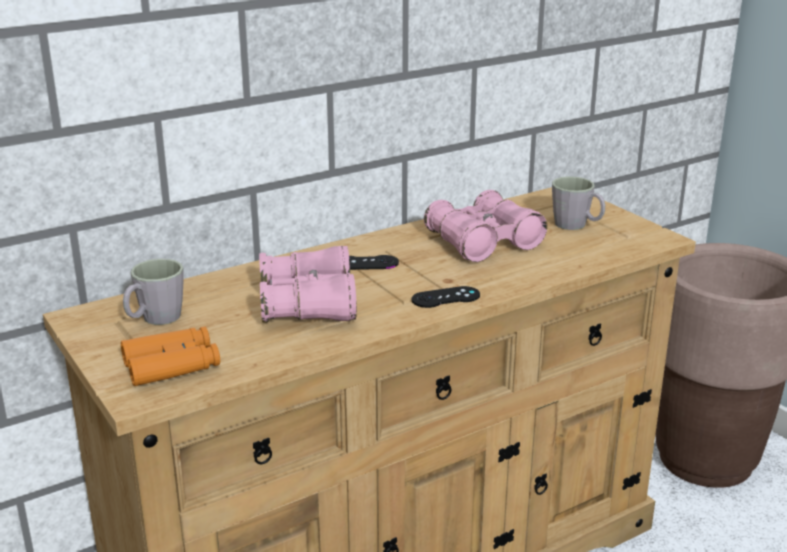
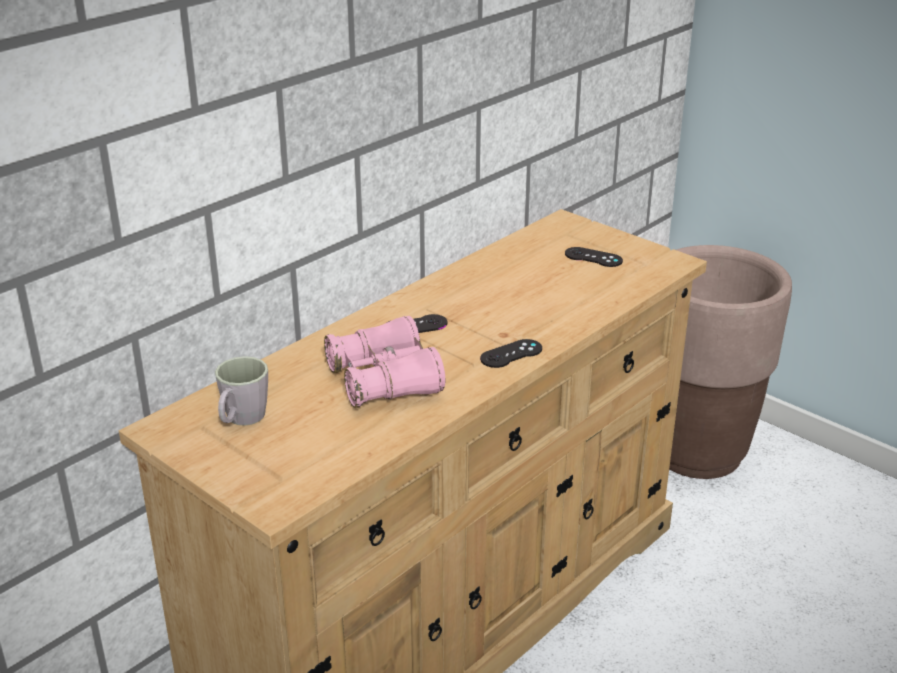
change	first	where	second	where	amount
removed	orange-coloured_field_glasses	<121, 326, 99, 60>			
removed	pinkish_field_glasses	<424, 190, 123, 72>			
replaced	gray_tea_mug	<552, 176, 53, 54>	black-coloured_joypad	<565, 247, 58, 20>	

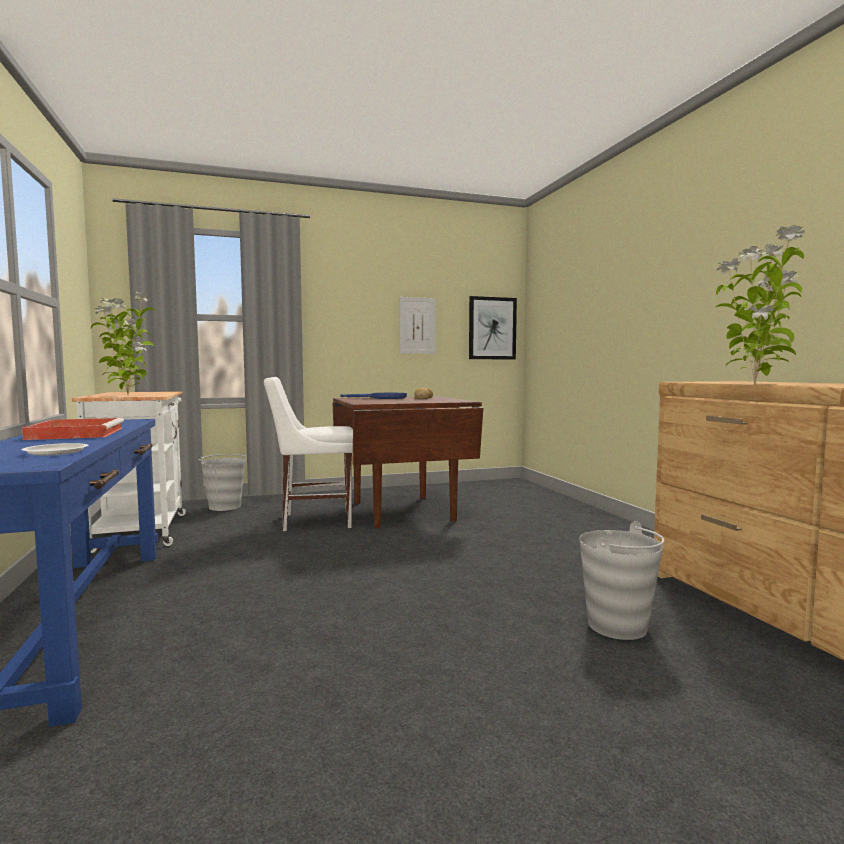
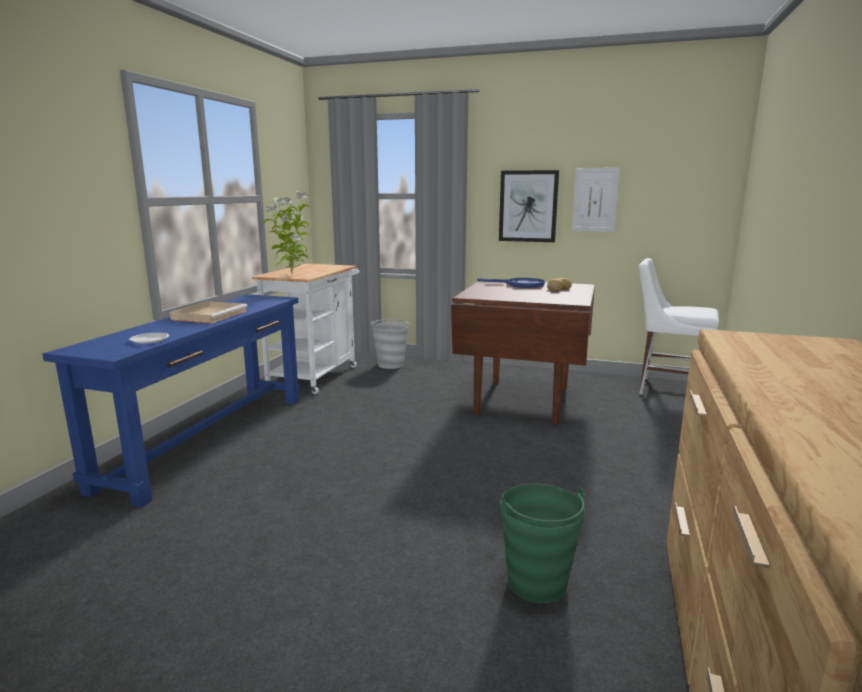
change	first	where	second	where	amount
removed	potted_plant	<715, 225, 90, 159>			
moved	whitish_chair	<264, 377, 89, 154>		<639, 258, 80, 137>	
moved	wall_art	<469, 296, 48, 64>		<499, 170, 60, 72>	
recoloured	reddish_carrying_tray	<22, 418, 102, 22>	sand-coloured_carrying_tray	<170, 301, 78, 22>	
recoloured	gray_bucket	<579, 521, 86, 119>	green-coloured_bucket	<499, 484, 87, 119>	

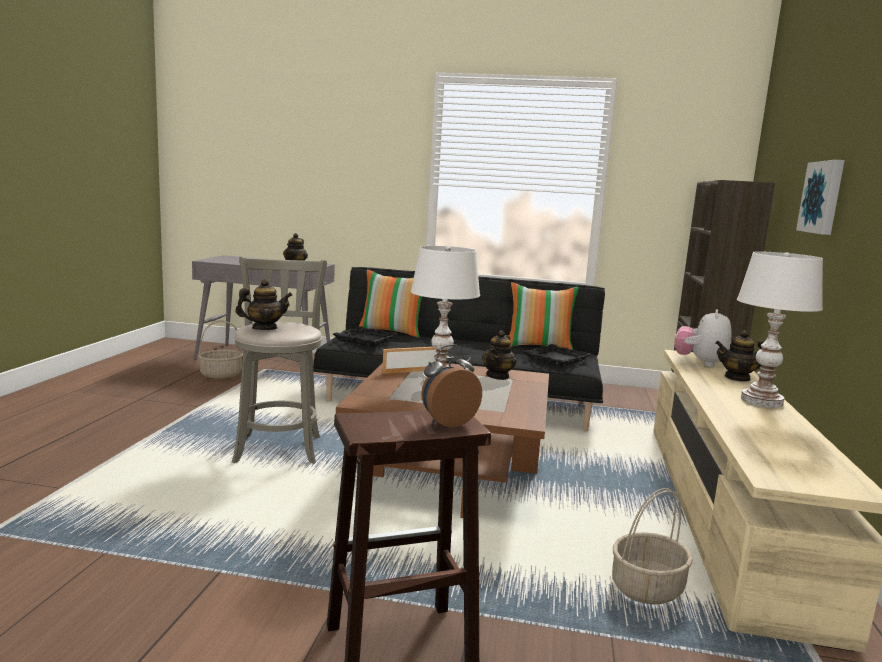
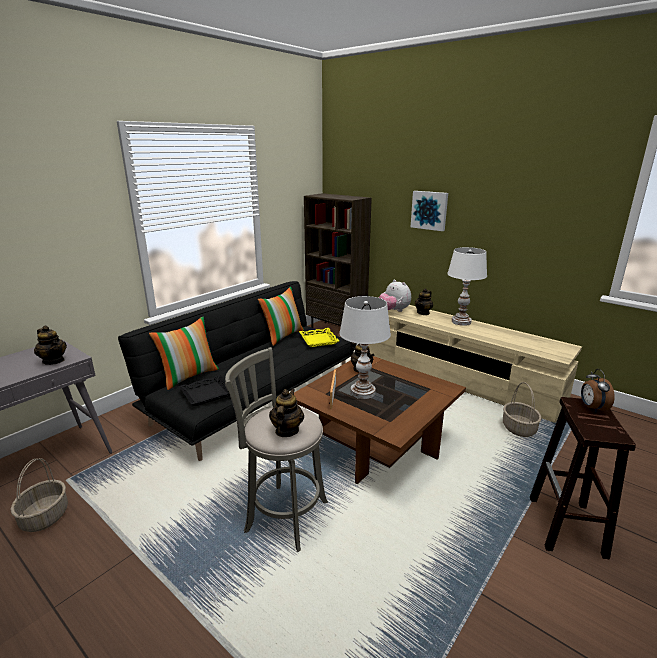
change	first	where	second	where	amount
recoloured	black-coloured_carrying_tray	<523, 344, 68, 23>	yellow_carrying_tray	<299, 328, 40, 19>	

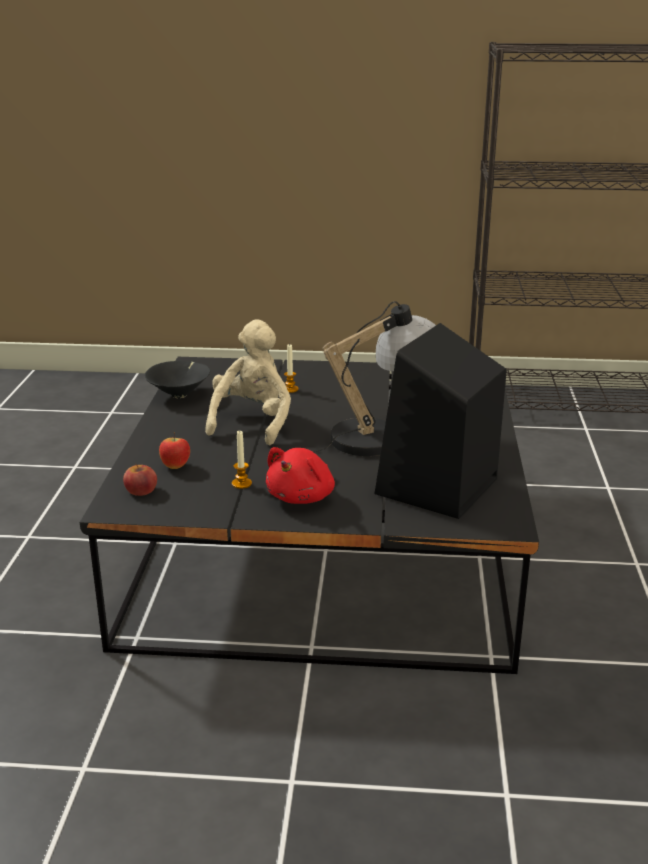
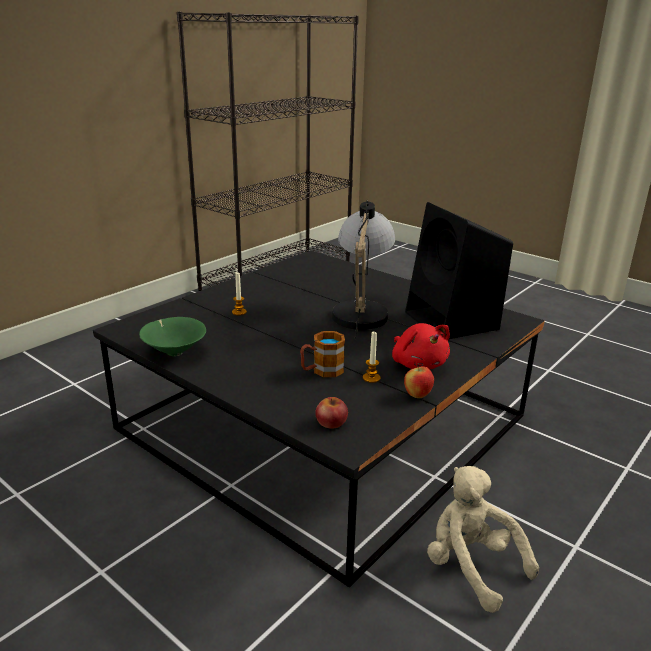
change	first	where	second	where	amount
added			tea_mug	<300, 331, 45, 46>	
moved	apple	<159, 432, 31, 37>		<404, 363, 30, 35>	
moved	sand-coloured_plush_toy	<205, 319, 86, 126>		<427, 466, 112, 147>	
recoloured	black-coloured_deep_dish	<145, 361, 65, 37>	green-coloured_deep_dish	<139, 317, 67, 39>	

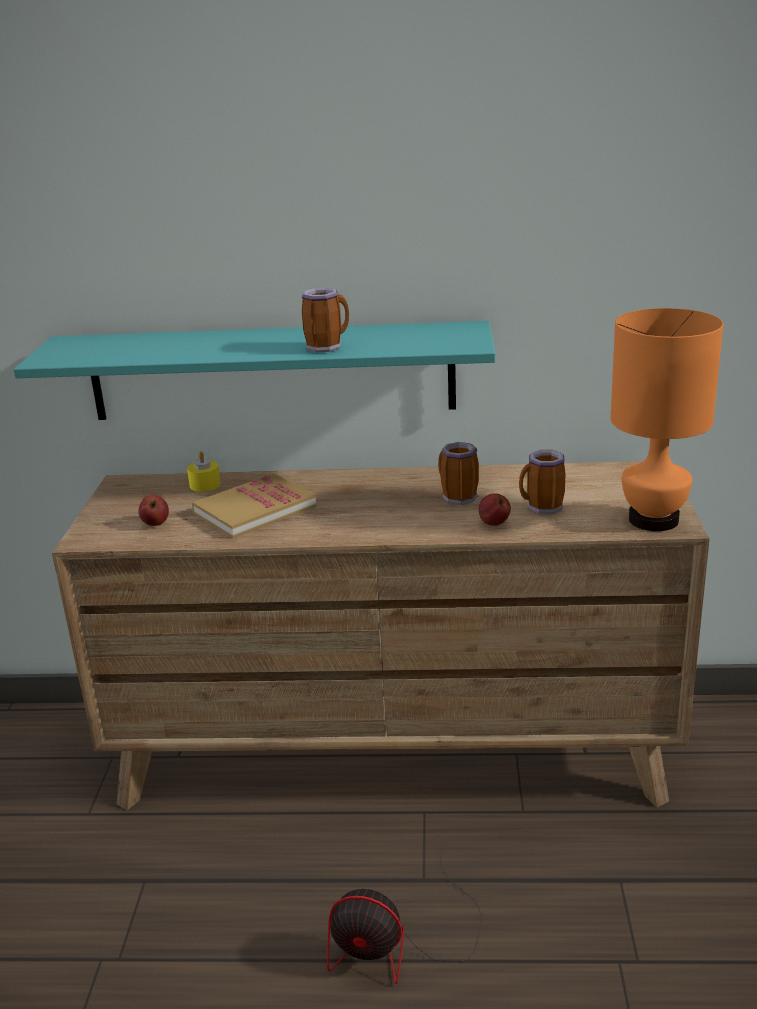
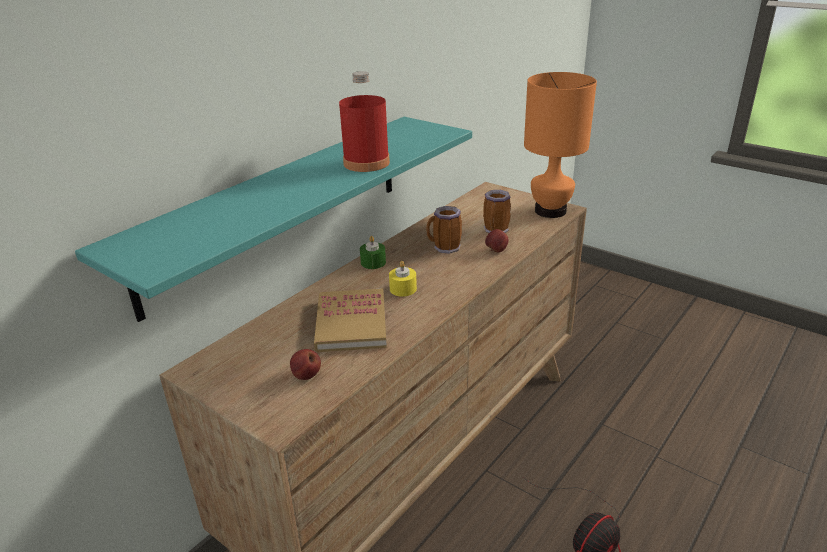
change	first	where	second	where	amount
added			green-coloured_candle	<360, 236, 26, 33>	
moved	yellow_candle	<187, 451, 34, 41>		<389, 261, 28, 36>	
replaced	tea_mug	<302, 288, 47, 64>	reddish_bottle	<339, 71, 51, 101>	

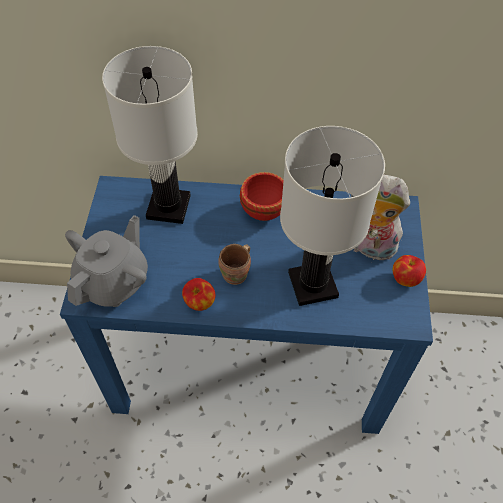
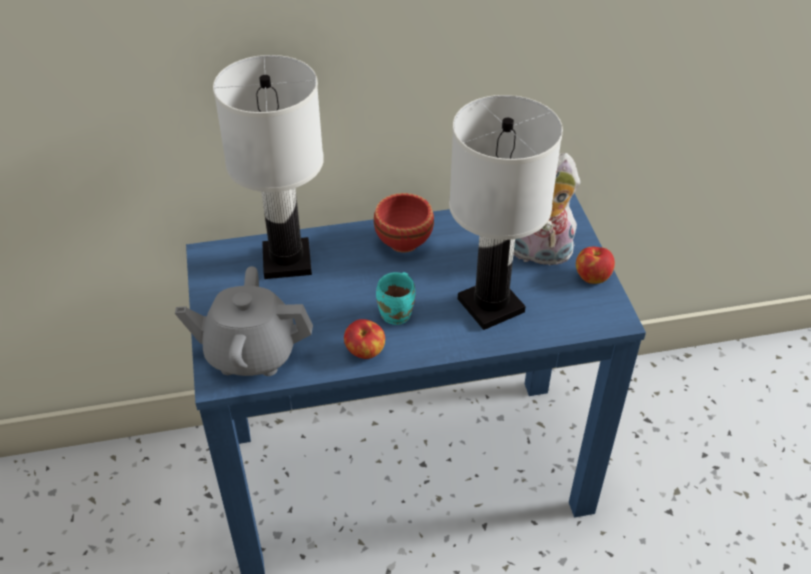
change	first	where	second	where	amount
recoloured	brownish_tea_mug	<218, 244, 33, 41>	blue-green_tea_mug	<376, 272, 40, 53>	
turned	gray_pot_for_tea	<65, 215, 83, 92>		<175, 266, 138, 110>	105 degrees counterclockwise

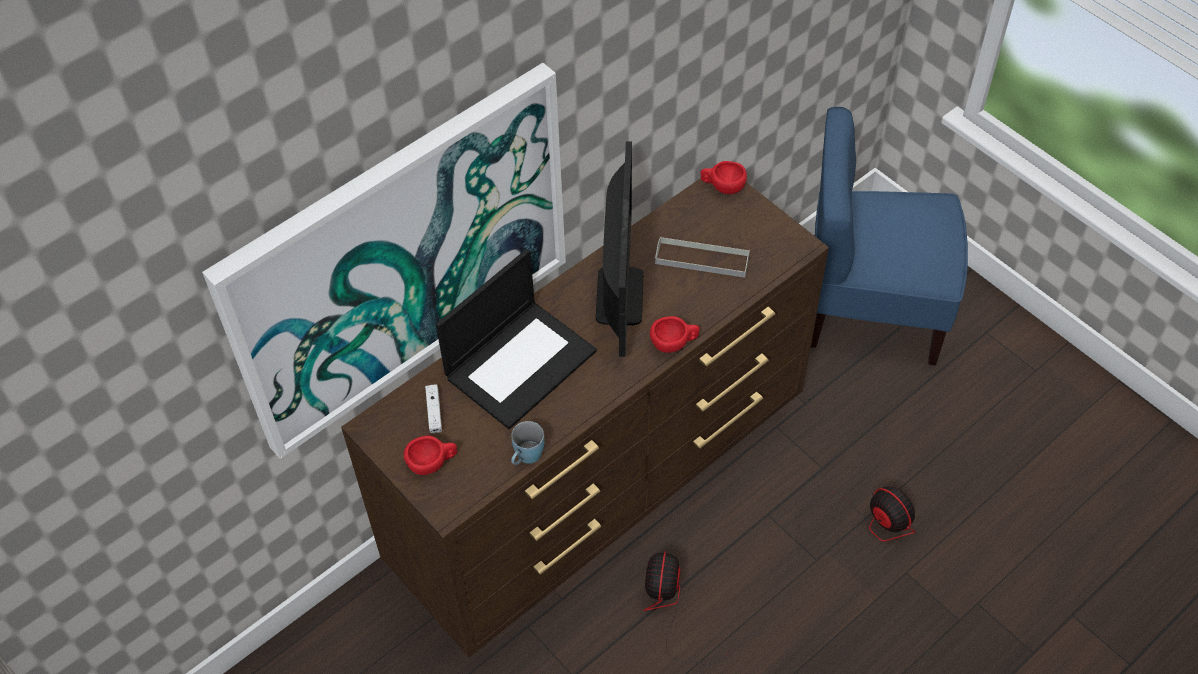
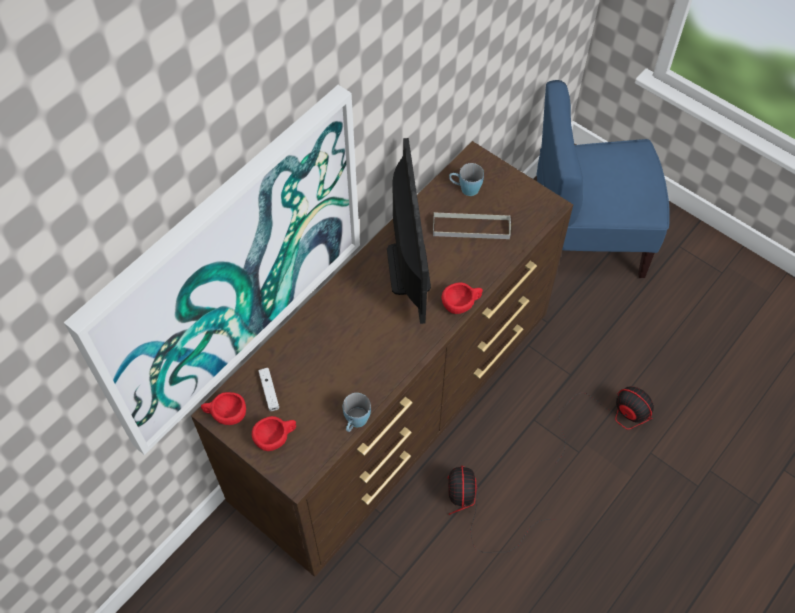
change	first	where	second	where	amount
removed	notebook_computer	<436, 249, 160, 180>			
added			bluish_tea_mug	<449, 163, 35, 33>	
moved	reddish_drinking_cup	<700, 161, 47, 33>		<201, 392, 45, 33>	

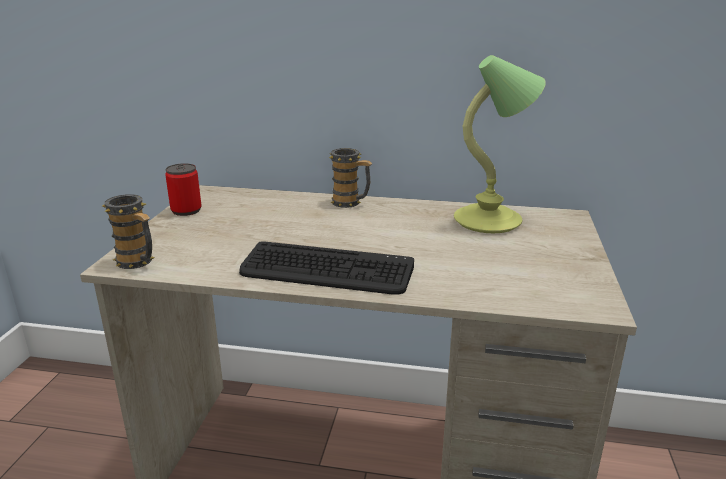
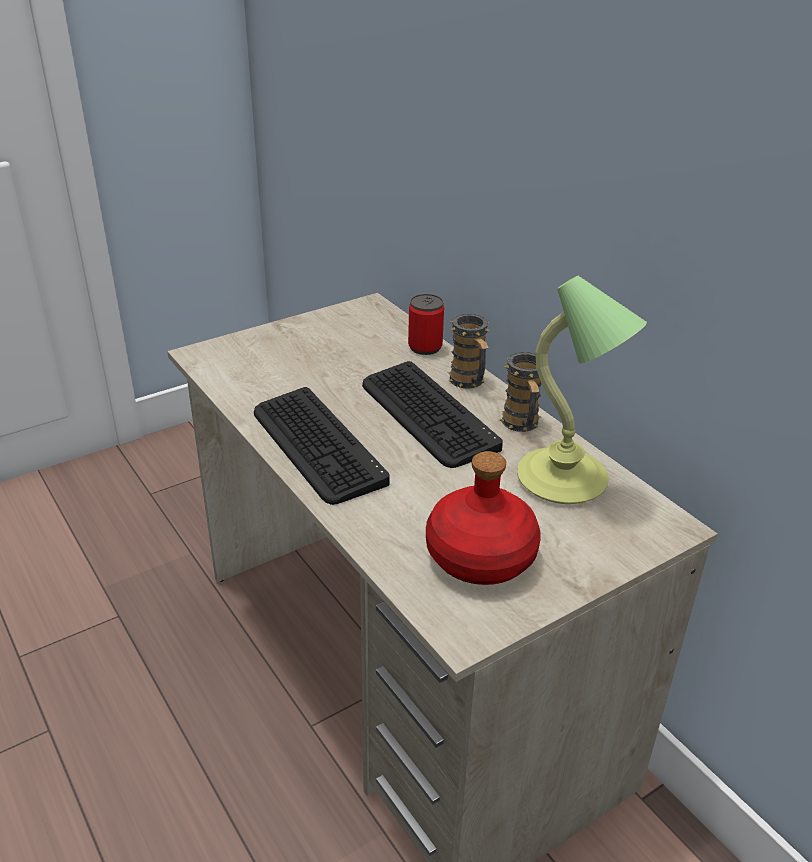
change	first	where	second	where	amount
added			keyboard	<362, 361, 141, 107>	
added			reddish_bottle	<426, 451, 115, 134>	
moved	tea_mug	<102, 194, 53, 75>		<499, 352, 42, 80>	
moved	sealed_can	<165, 163, 37, 53>		<408, 294, 36, 61>	

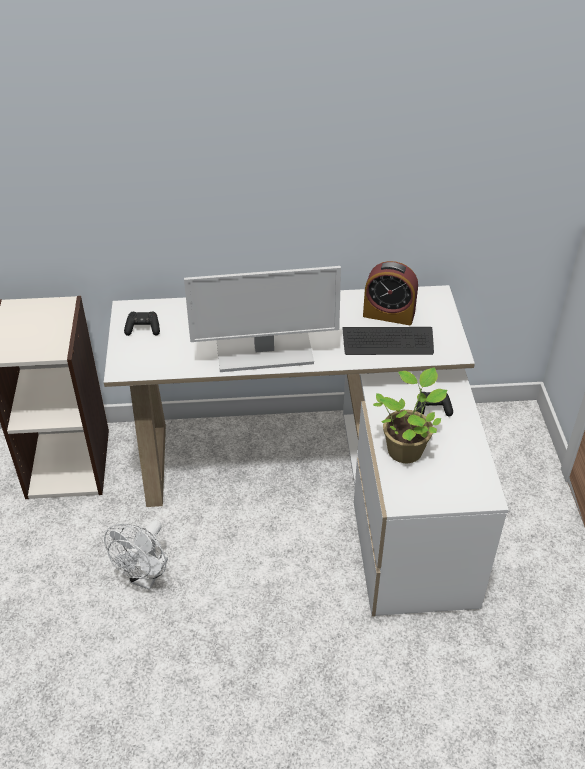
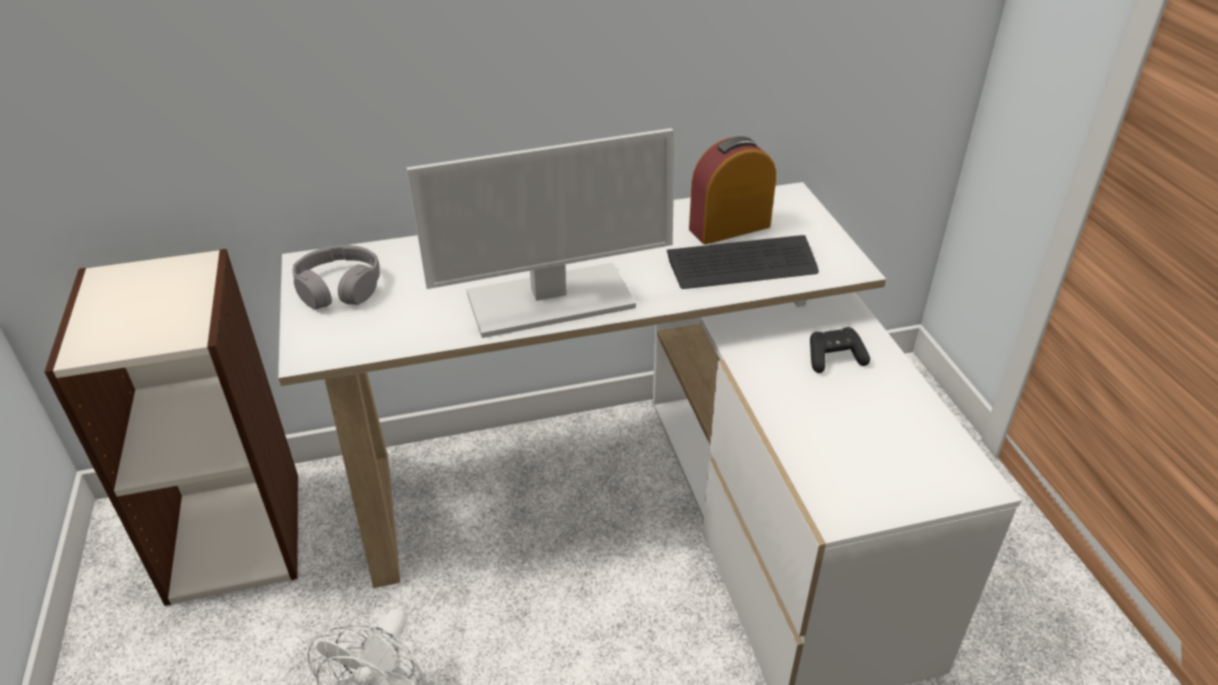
change	first	where	second	where	amount
removed	potted_plant	<373, 367, 74, 96>			
replaced	black-coloured_joypad	<124, 312, 36, 24>	gray_pair_of_headphones	<292, 245, 88, 64>	
turned	alarm_clock	<363, 261, 55, 64>		<689, 136, 87, 108>	150 degrees clockwise

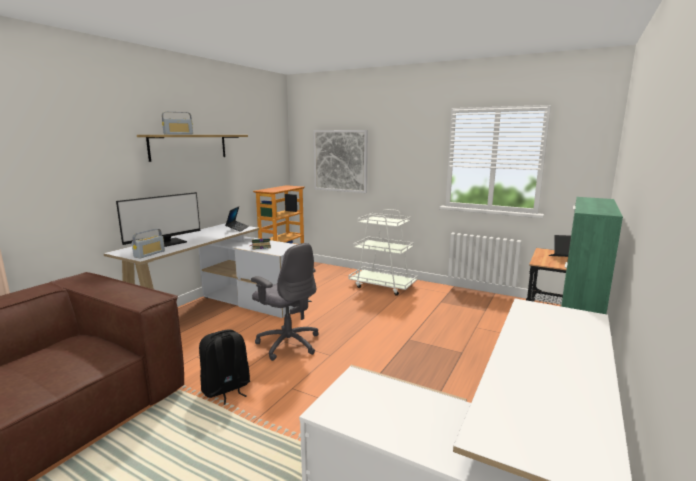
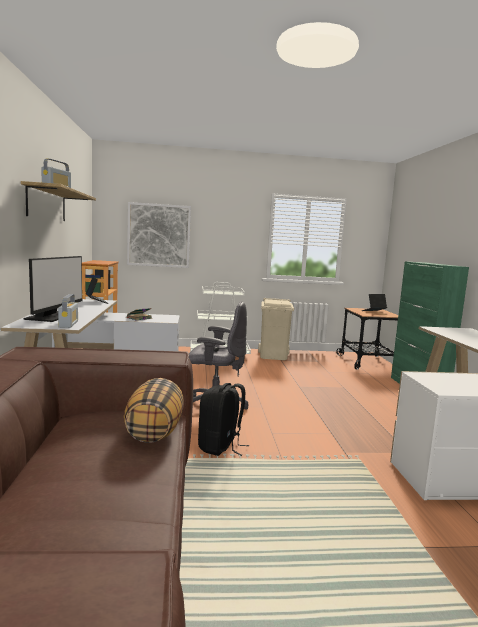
change	first	where	second	where	amount
added			throw_pillow	<124, 378, 60, 65>	
added			sand-coloured_trash_can	<258, 298, 36, 62>	

